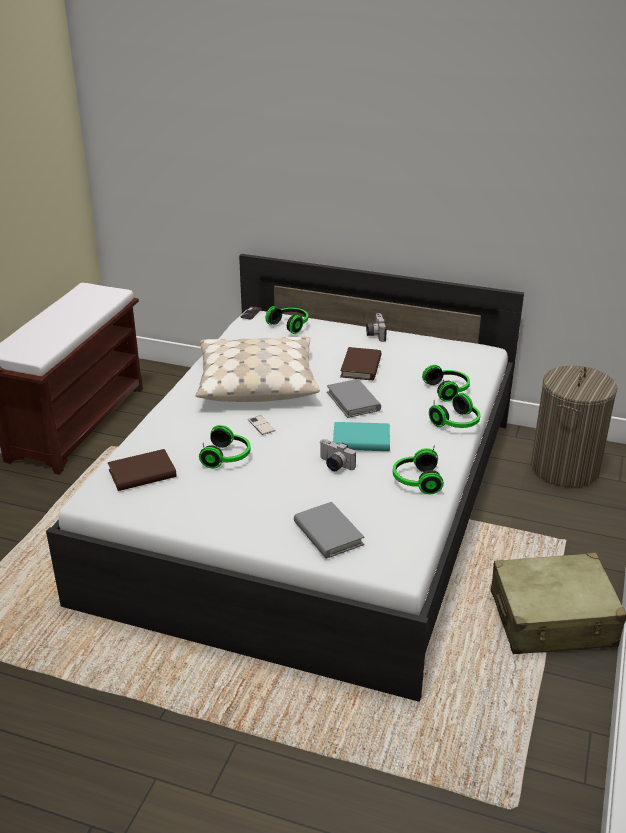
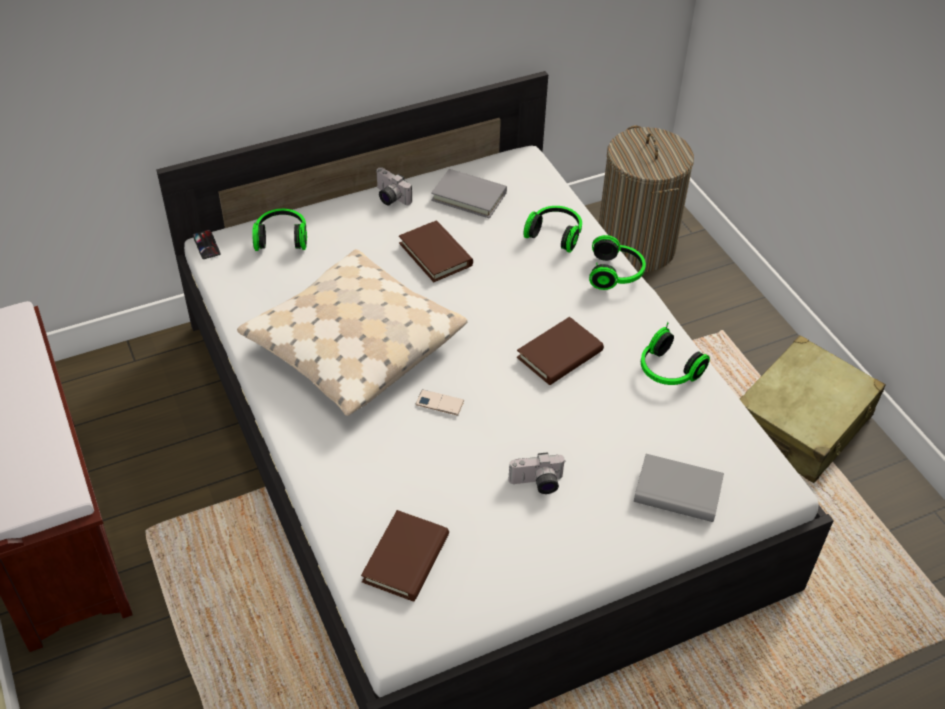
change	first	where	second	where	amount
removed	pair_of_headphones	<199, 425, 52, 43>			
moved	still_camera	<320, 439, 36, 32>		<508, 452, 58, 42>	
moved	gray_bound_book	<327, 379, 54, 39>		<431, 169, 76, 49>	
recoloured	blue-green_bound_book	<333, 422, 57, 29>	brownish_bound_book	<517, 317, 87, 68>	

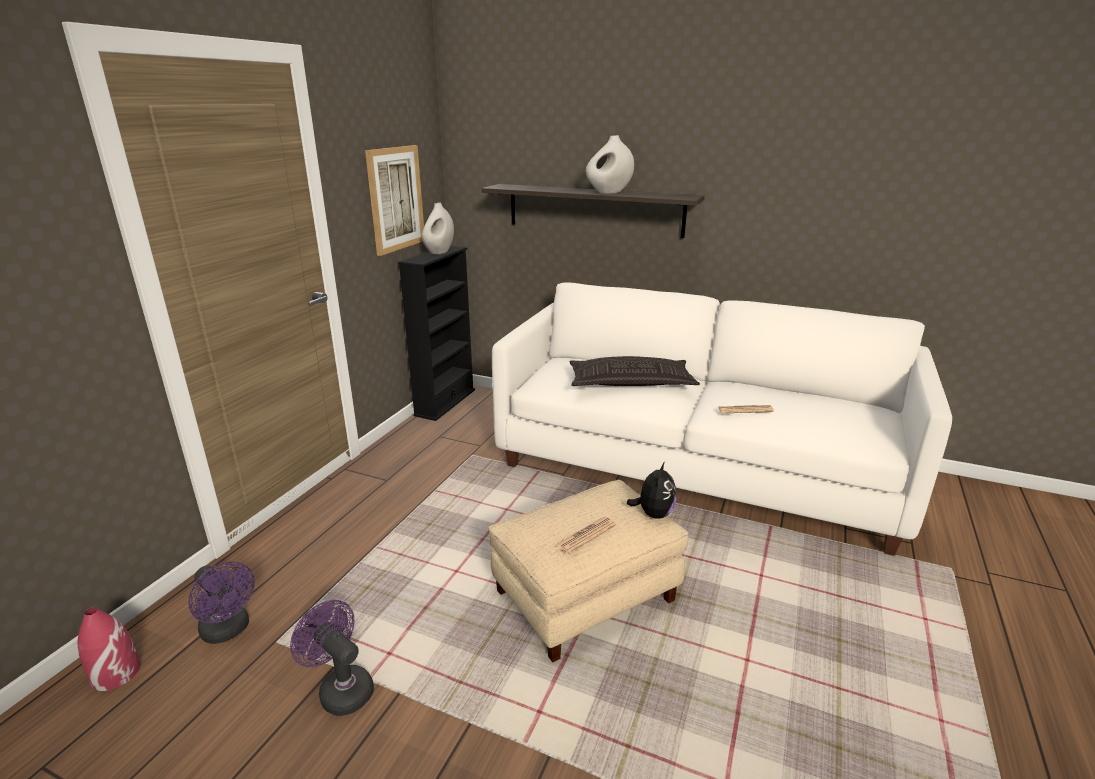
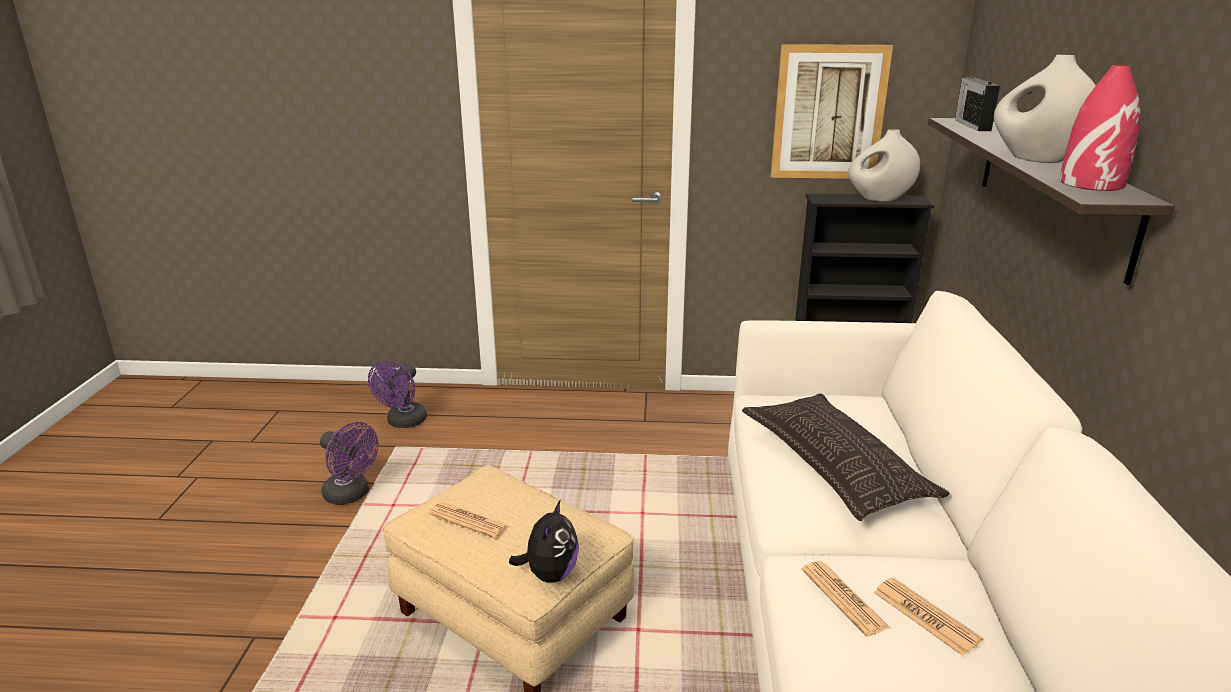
change	first	where	second	where	amount
added			newspaper	<873, 577, 110, 79>	
added			radio_set	<955, 71, 45, 60>	
moved	reddish_decorative_vase	<77, 607, 64, 84>		<1060, 65, 81, 126>	
turned	purple_electric_fan	<290, 600, 84, 116>		<320, 422, 58, 83>	105 degrees clockwise
turned	plush_toy	<627, 461, 49, 58>		<509, 499, 70, 84>	75 degrees counterclockwise

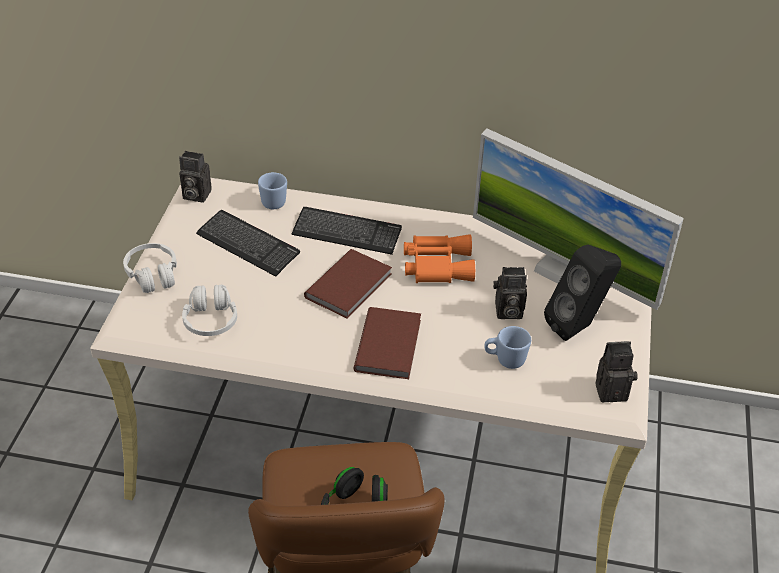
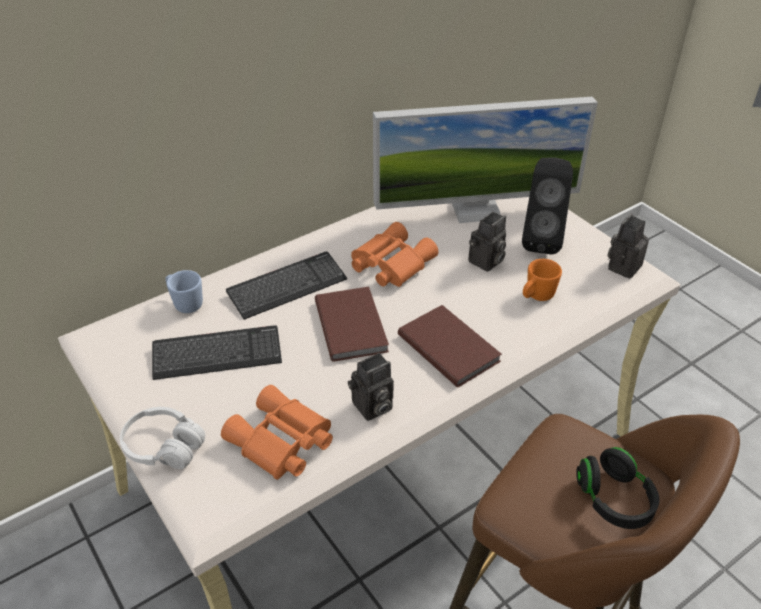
change	first	where	second	where	amount
moved	still_camera	<179, 151, 33, 52>		<348, 353, 46, 68>	
replaced	whitish_pair_of_headphones	<182, 285, 55, 51>	orange-coloured_field_glasses	<221, 385, 112, 95>	
recoloured	bluish_tea_mug	<484, 326, 47, 43>	orange-coloured_tea_mug	<523, 259, 39, 42>	

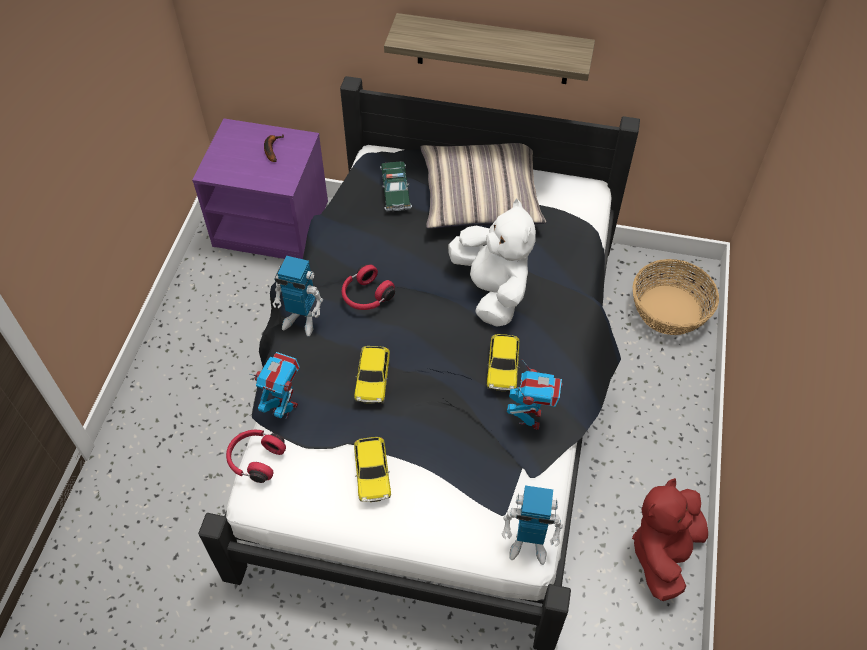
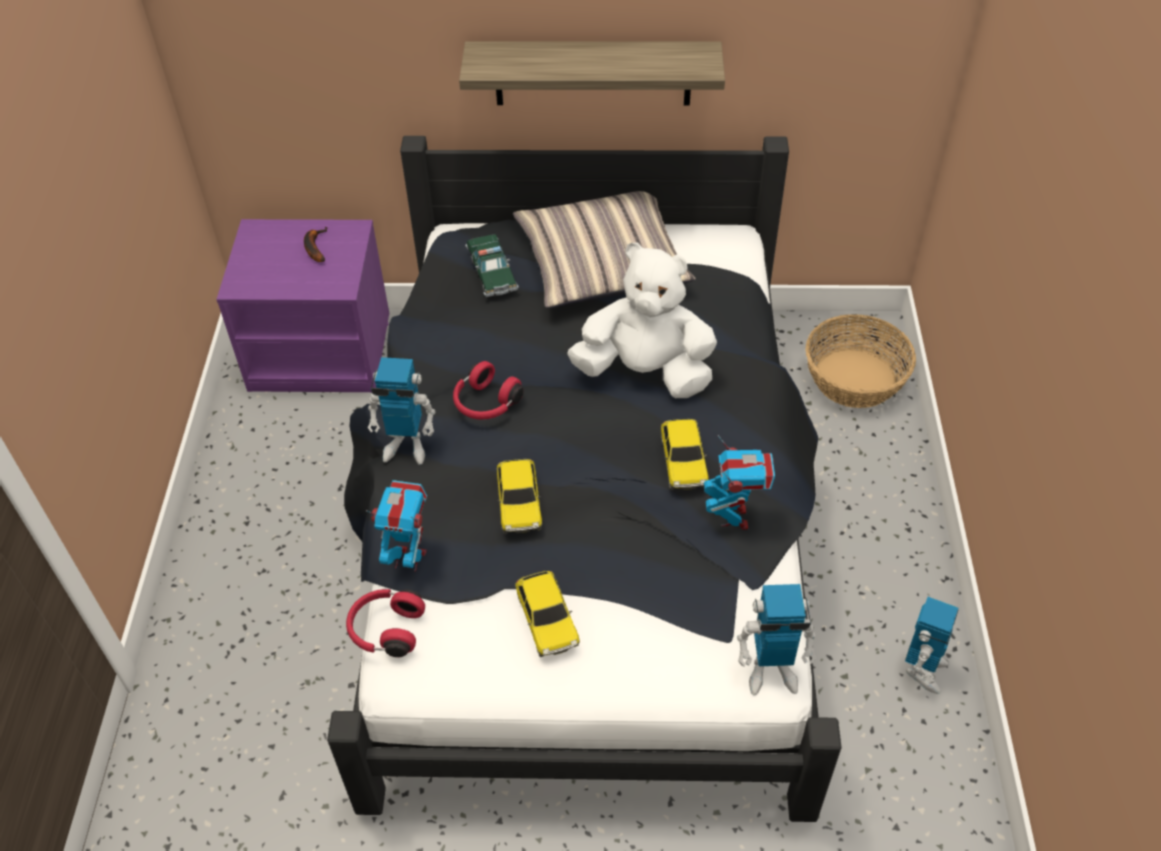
change	first	where	second	where	amount
replaced	reddish_plush_toy	<632, 478, 76, 123>	model_robot	<905, 597, 54, 97>	
turned	whitish_plush_toy	<448, 199, 88, 128>		<567, 243, 150, 155>	45 degrees counterclockwise

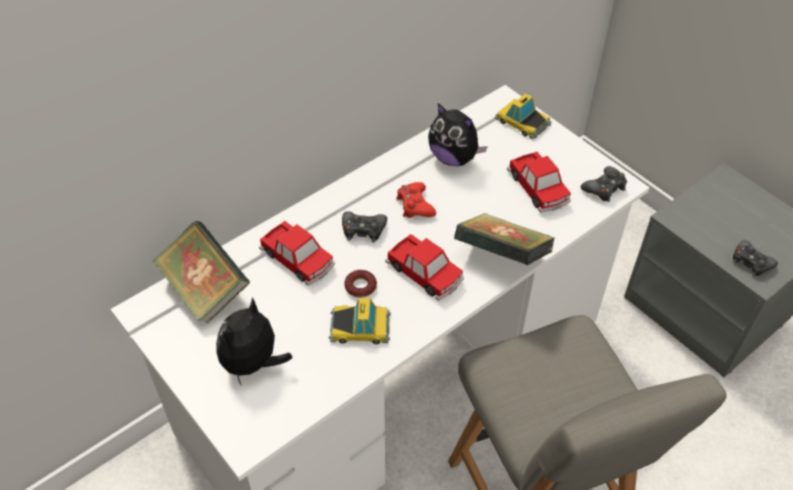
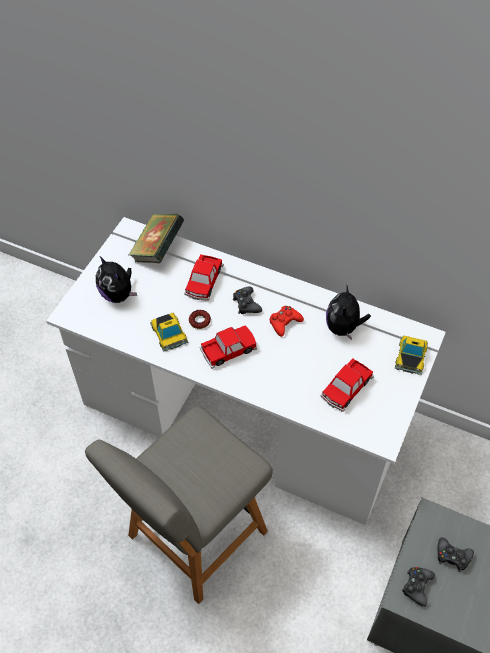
change	first	where	second	where	amount
removed	bound_book	<454, 213, 101, 52>			
moved	black-coloured_joypad	<581, 166, 46, 36>		<438, 537, 36, 35>	
turned	plush_toy	<216, 297, 76, 89>		<96, 256, 41, 47>	135 degrees counterclockwise
turned	model_car	<385, 234, 79, 67>		<200, 325, 57, 44>	135 degrees counterclockwise

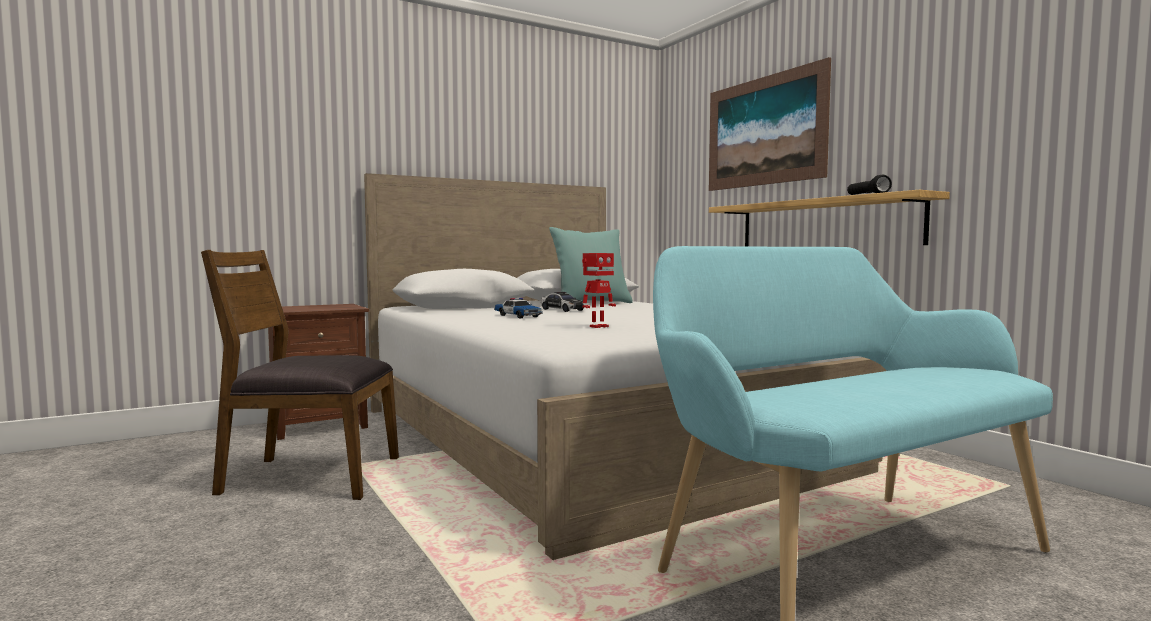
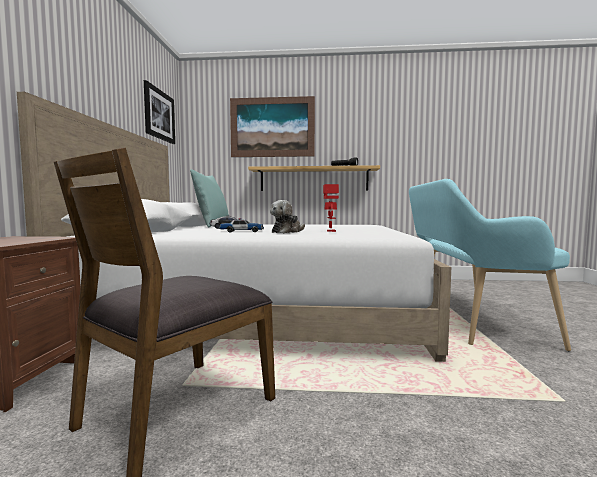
change	first	where	second	where	amount
added			wall_art	<144, 80, 31, 64>	
added			plush_toy	<270, 200, 35, 33>	

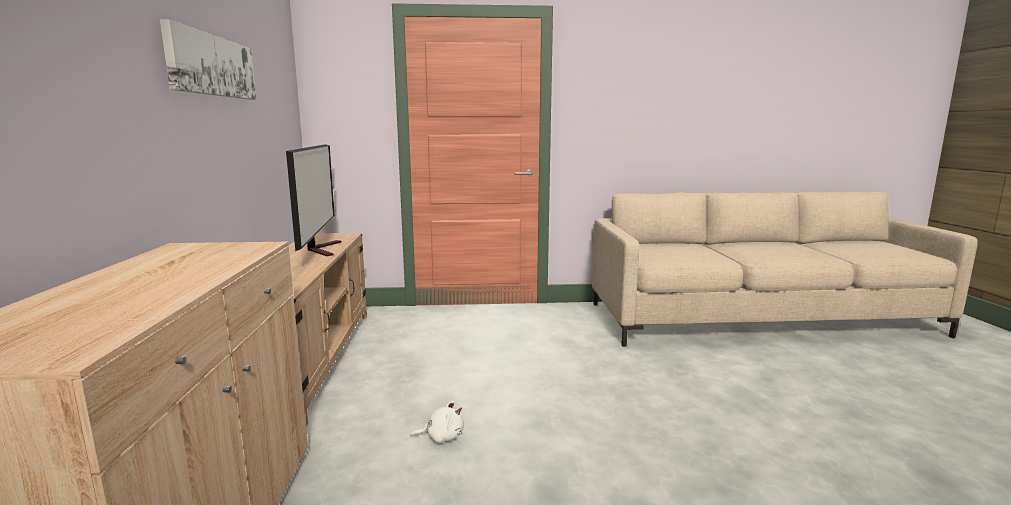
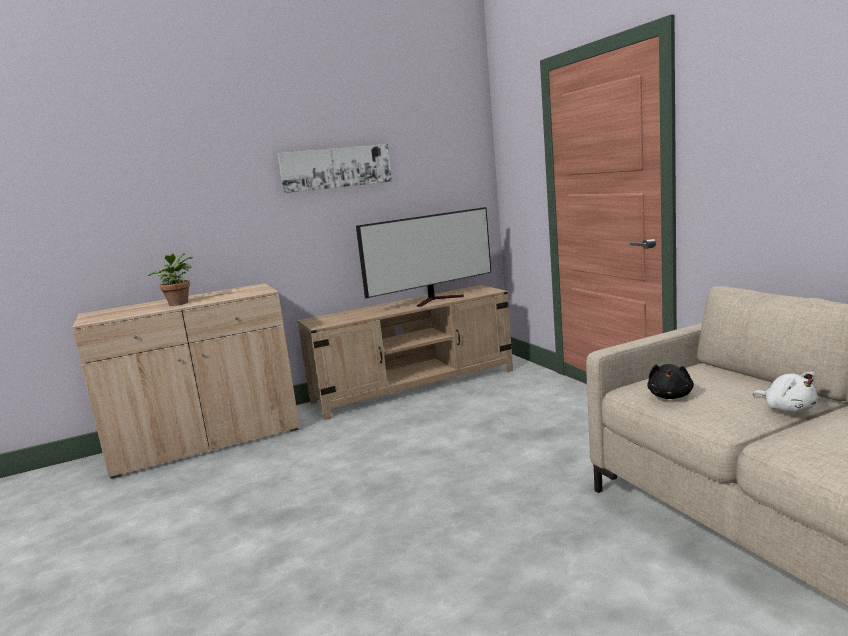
change	first	where	second	where	amount
added			potted_plant	<148, 254, 45, 52>	
added			black-coloured_plush_toy	<647, 364, 47, 35>	
moved	whitish_plush_toy	<410, 401, 54, 42>		<753, 372, 65, 40>	

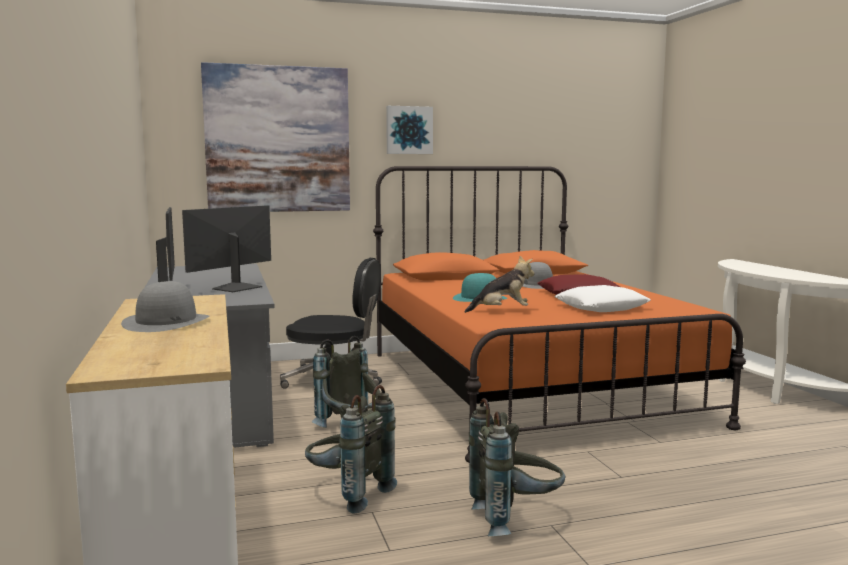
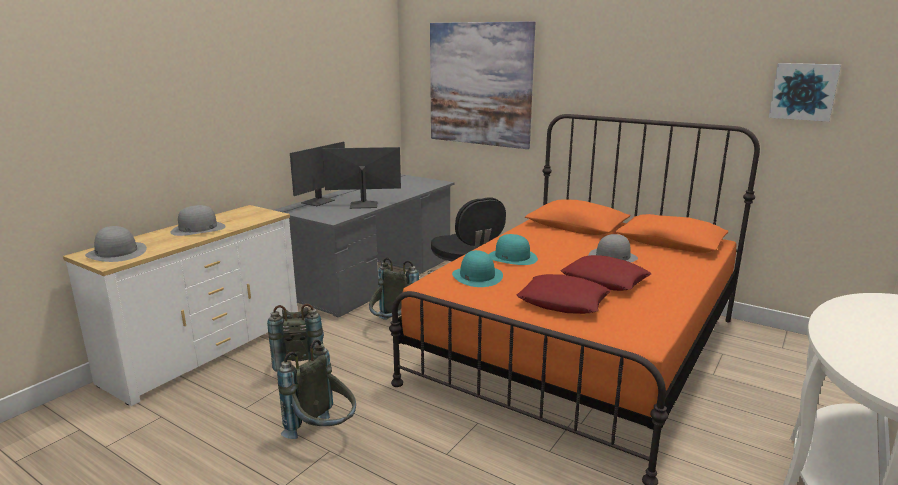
change	first	where	second	where	amount
added			gray_clothing_hat	<85, 226, 62, 36>	
moved	wall_art	<386, 106, 47, 48>		<768, 63, 73, 59>	
replaced	plush_toy	<465, 256, 69, 57>	blue-green_clothing_hat	<452, 250, 51, 37>	
recoloured	whitish_throw_pillow	<554, 285, 97, 27>	reddish_throw_pillow	<516, 274, 95, 40>	

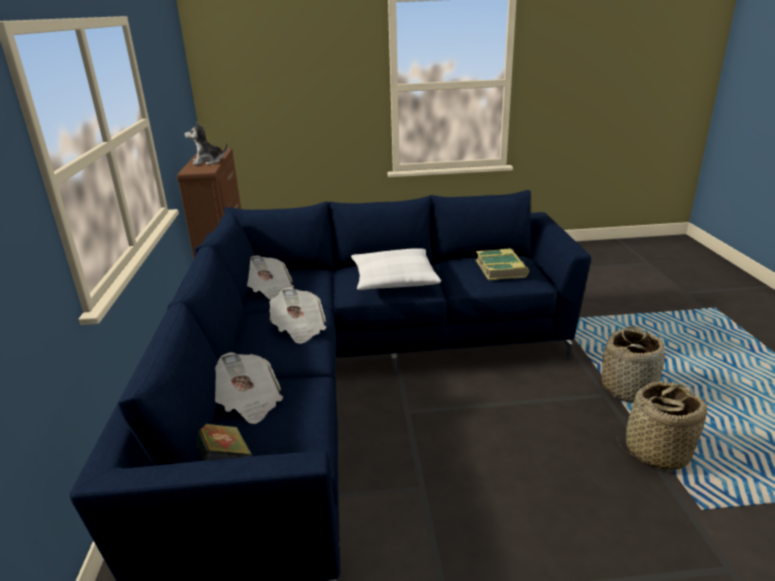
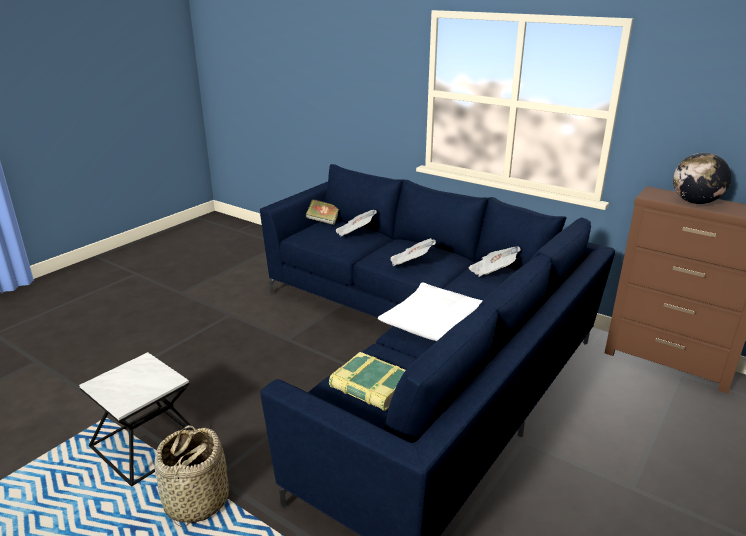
change	first	where	second	where	amount
replaced	plush_toy	<185, 122, 43, 43>	world_globe	<673, 153, 58, 51>	
replaced	storage_basket	<617, 381, 90, 90>	accent_table	<79, 352, 115, 135>	

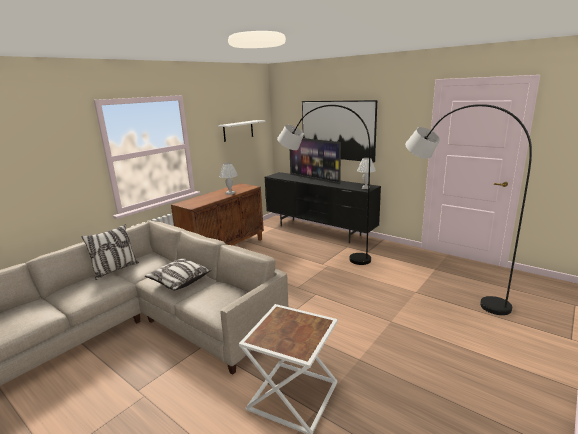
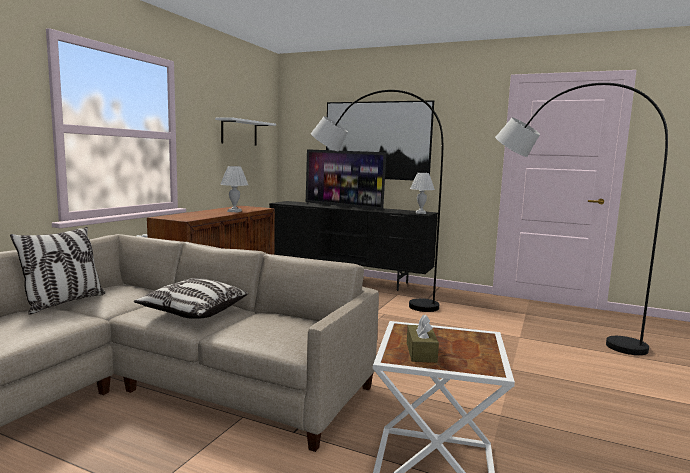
change	first	where	second	where	amount
added			brownish_box_of_tissues	<407, 314, 32, 49>	

